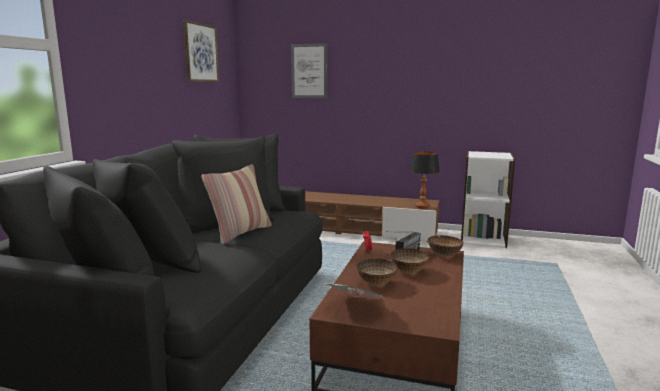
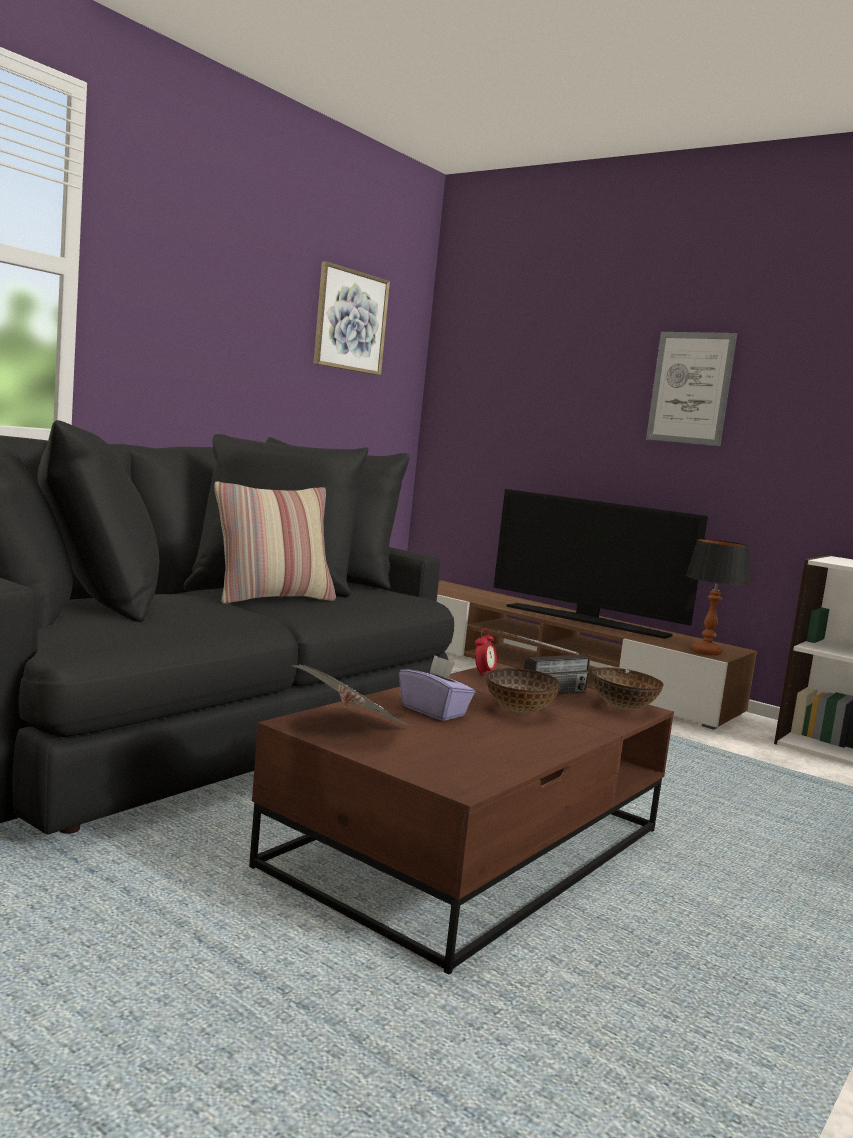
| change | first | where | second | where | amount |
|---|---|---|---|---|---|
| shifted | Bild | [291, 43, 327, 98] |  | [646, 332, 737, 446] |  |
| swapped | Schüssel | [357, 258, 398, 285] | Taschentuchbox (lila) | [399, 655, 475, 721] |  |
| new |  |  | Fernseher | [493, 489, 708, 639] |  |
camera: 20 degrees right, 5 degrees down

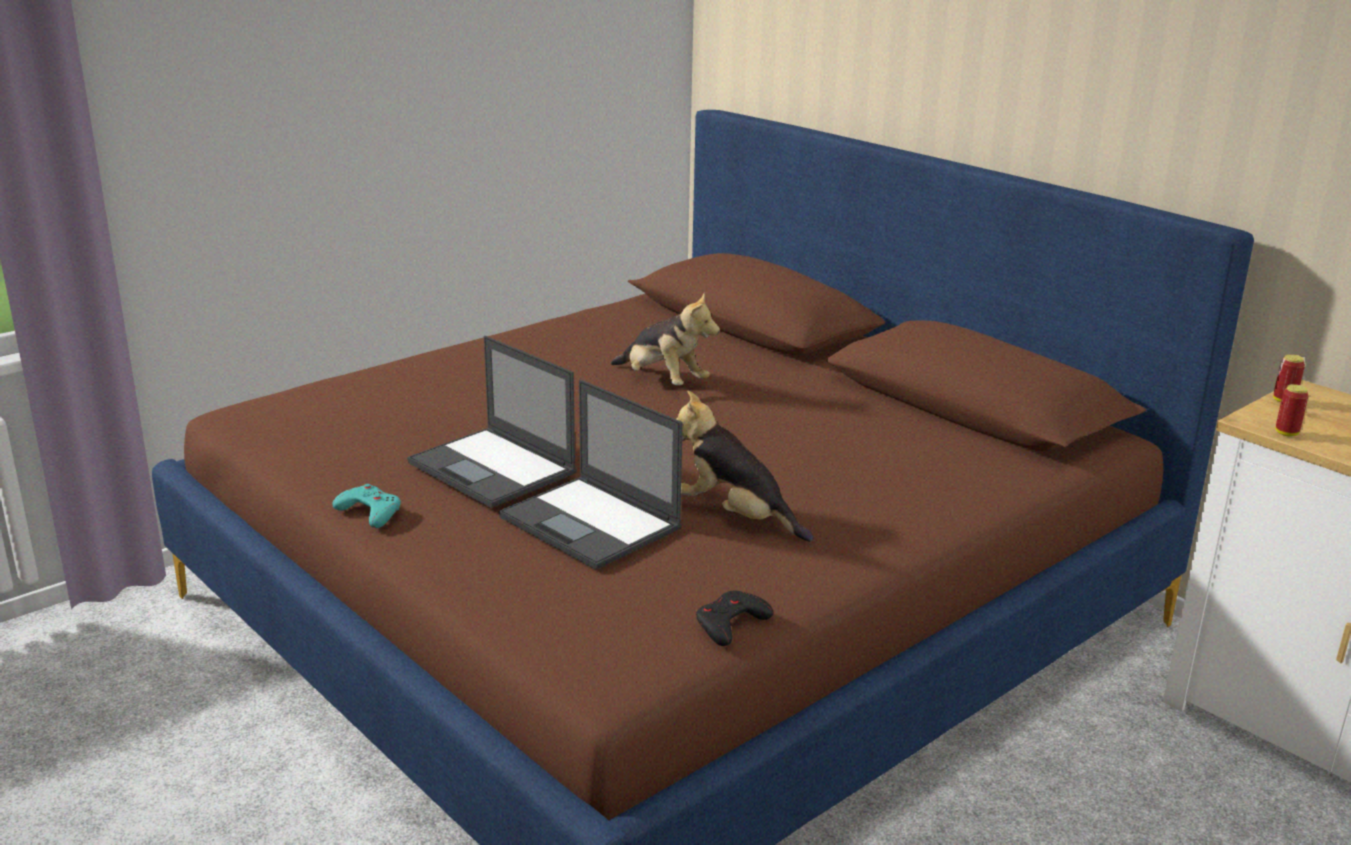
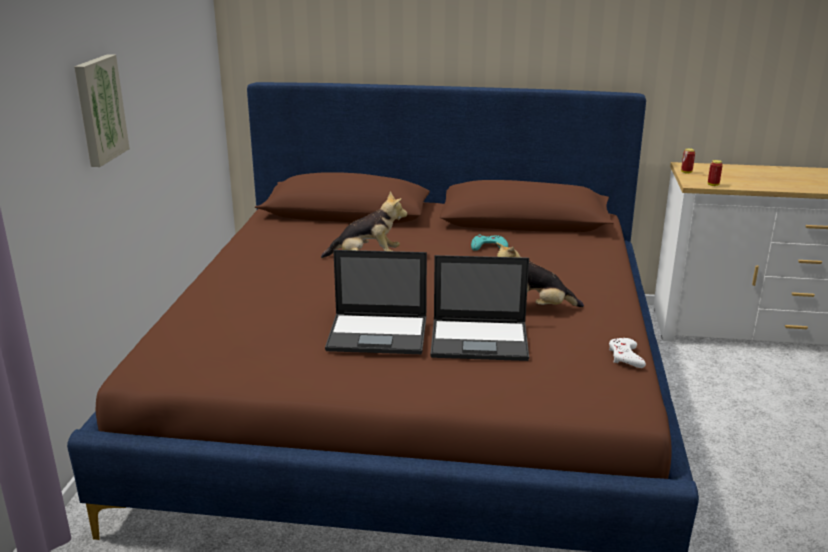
| change | first | where | second | where | amount |
|---|---|---|---|---|---|
| shifted | Gamepad (türkis) | [332, 484, 401, 528] |  | [471, 234, 508, 251] |  |
| repainted | Gamepad (schwarz) | [696, 591, 773, 646] | Gamepad (weiß) | [609, 338, 646, 368] |  |
| new |  |  | Bild | [74, 54, 130, 167] |  |
camera: 40 degrees left, 0 degrees up

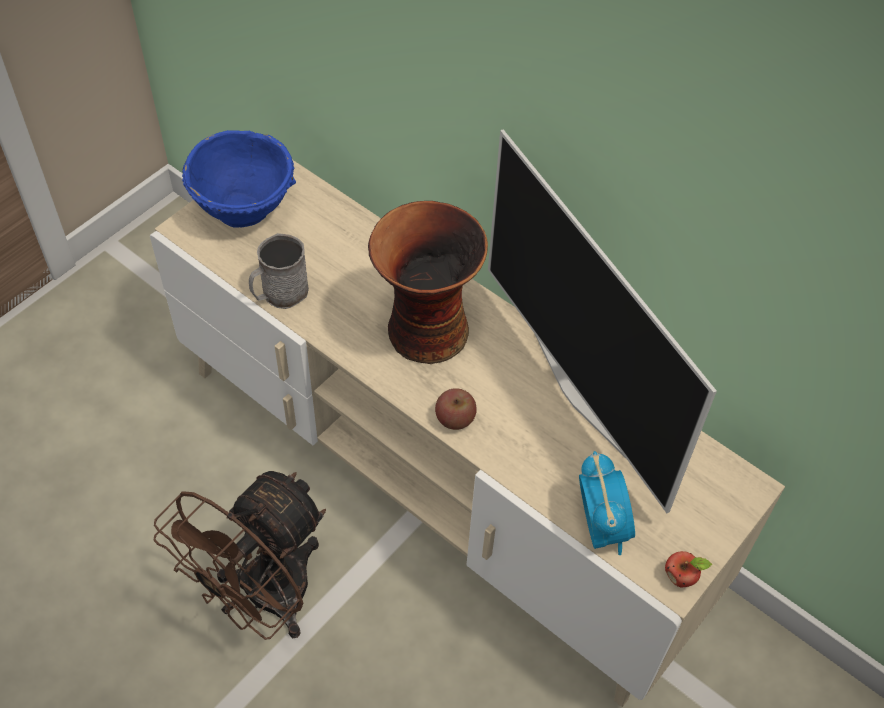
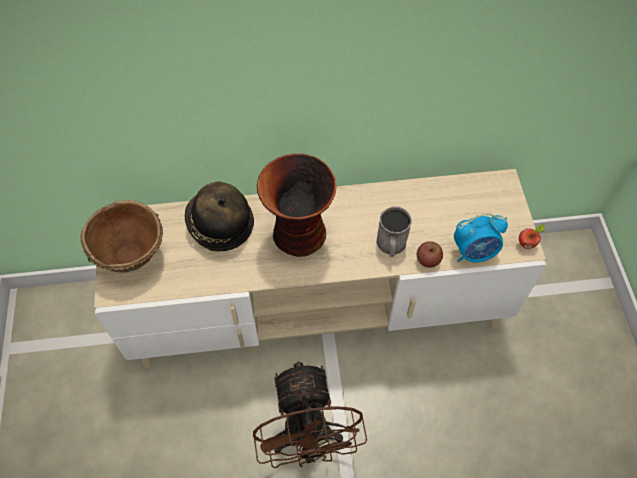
| change | first | where | second | where | amount |
|---|---|---|---|---|---|
| gone | Fernseher | [488, 129, 717, 513] |  |  |  |
| repainted | Schüssel (blau) | [182, 130, 296, 228] | Schüssel (braun) | [80, 200, 163, 273] |  |
| shifted | Henkelbecher (grau) | [249, 233, 309, 309] |  | [377, 207, 412, 257] |  |
| shifted | Apfel | [435, 388, 477, 430] |  | [417, 241, 443, 268] |  |
| rotated | Wecker | [579, 451, 635, 555] |  | [454, 213, 508, 262] | 135 degrees clockwise |
| new |  |  | Hut | [185, 182, 254, 252] |  |
camera: 45 degrees left, 5 degrees up

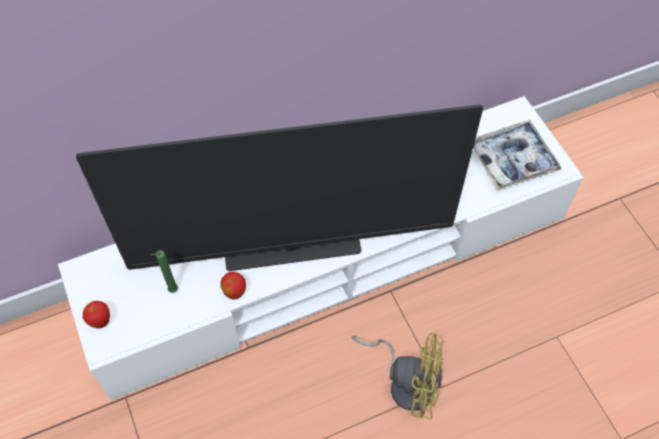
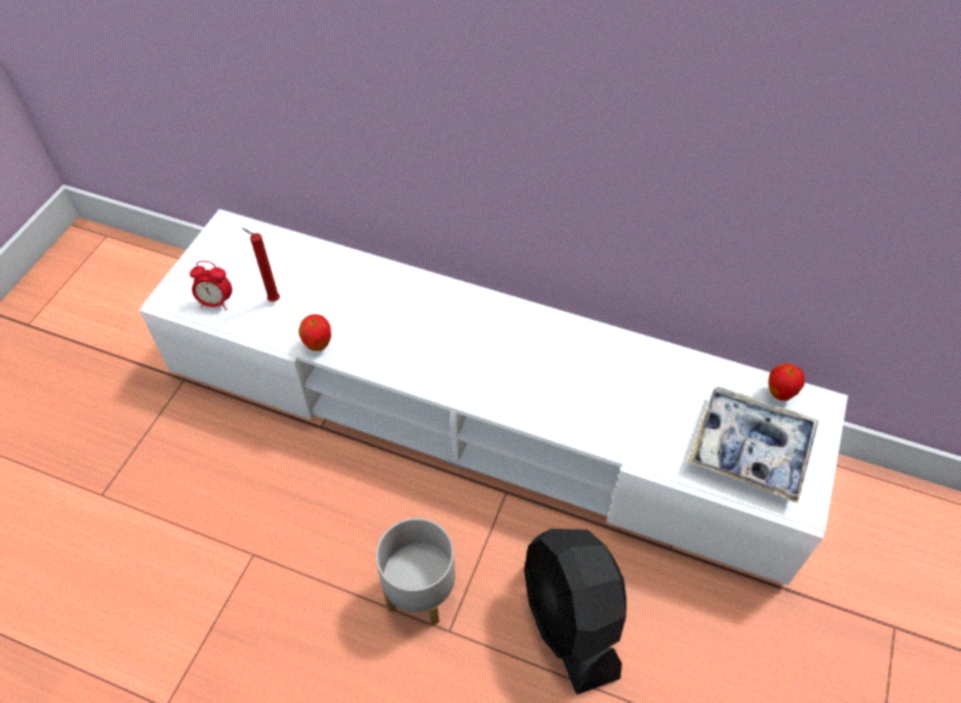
| change | first | where | second | where | amount |
|---|---|---|---|---|---|
| gone | Fernseher | [76, 104, 483, 271] |  |  |  |
| repainted | Kerze (grün) | [150, 250, 178, 293] | Kerze (rot) | [242, 228, 280, 302] |  |
| shifted | Apfel | [83, 301, 110, 329] |  | [769, 363, 805, 401] |  |
| swapped | Ventilator (gelb) | [352, 333, 444, 420] | Pflanzkübel (grau) | [376, 518, 455, 626] |  |
| new |  |  | Wecker | [190, 261, 232, 310] |  |
| new |  |  | Ventilator (schwarz) | [524, 529, 627, 695] |  |
camera: 45 degrees right, 5 degrees down

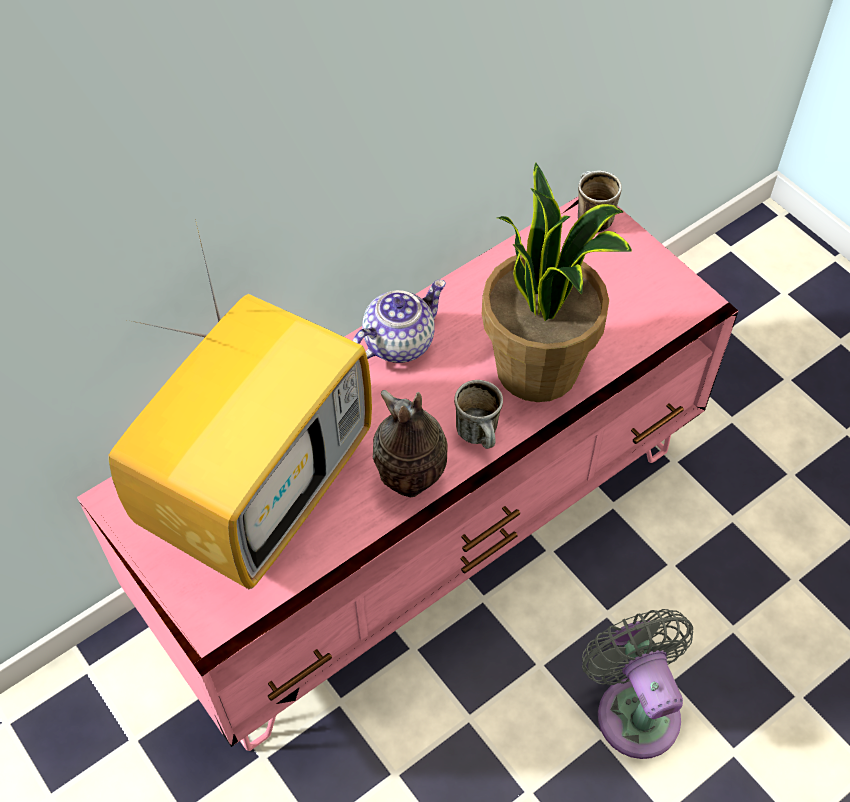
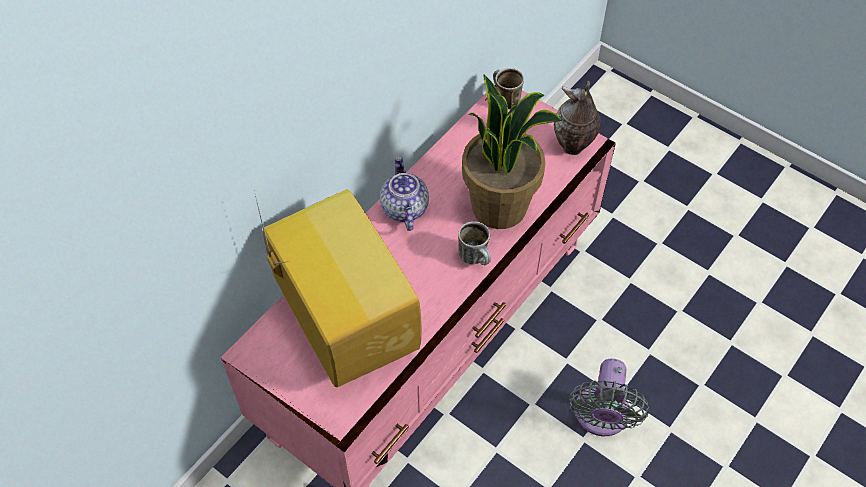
| change | first | where | second | where | amount |
|---|---|---|---|---|---|
| rotated | Fernseher | [108, 219, 372, 589] |  | [255, 189, 422, 387] | 45 degrees counterclockwise |
| rotated | Teekanne | [352, 279, 446, 363] |  | [380, 156, 429, 231] | 45 degrees counterclockwise |
| shifted | Vase | [373, 390, 448, 497] |  | [554, 81, 601, 155] |  |
| rotated | Ventilator (grau) | [582, 609, 693, 759] |  | [569, 359, 649, 436] | 135 degrees counterclockwise |
camera: 15 degrees left, 0 degrees up

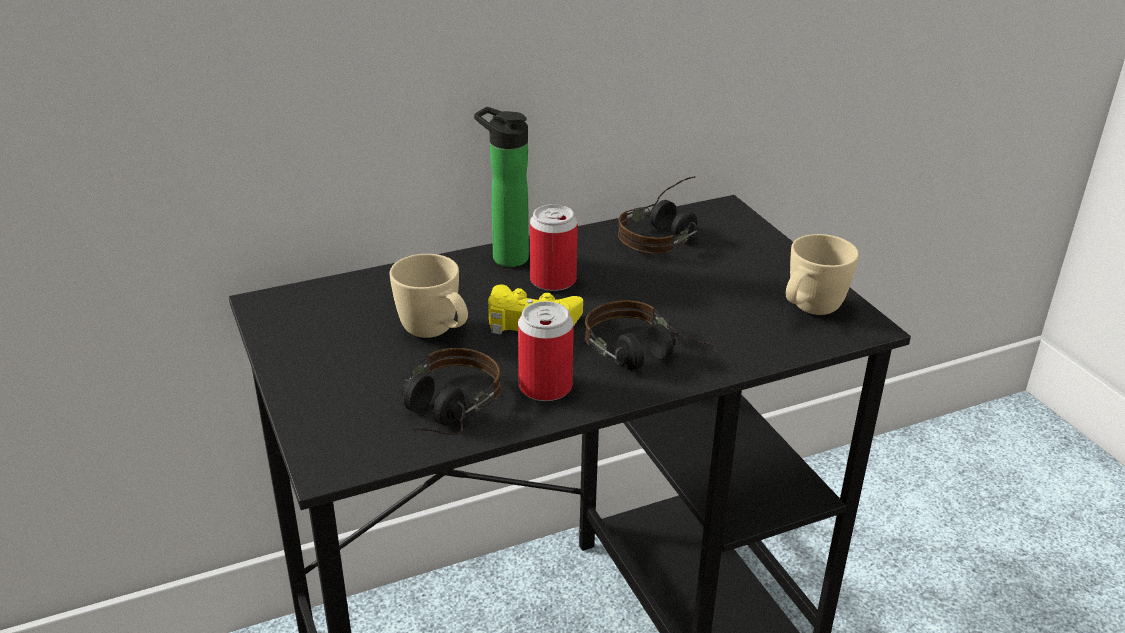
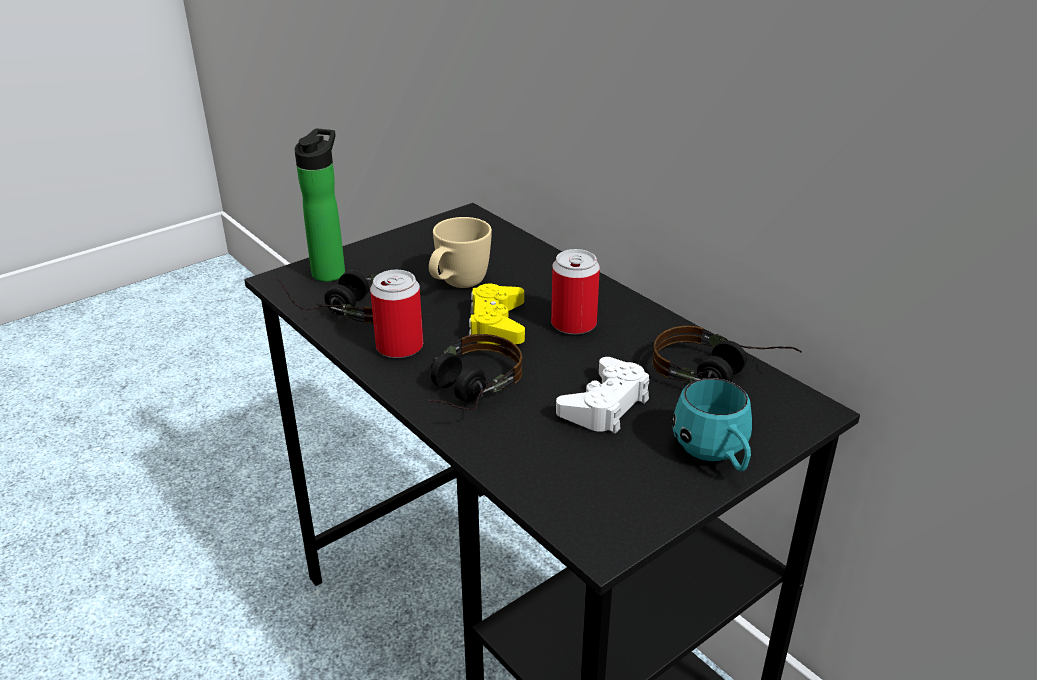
| change | first | where | second | where | amount |
|---|---|---|---|---|---|
| shifted | Flasche | [474, 107, 529, 267] |  | [294, 129, 345, 282] |  |
| gone | Henkelbecher (beige) | [786, 234, 859, 315] |  |  |  |
| new |  |  | Gamepad (weiß) | [556, 357, 649, 434] |  |
| new |  |  | Henkelbecher (türkis) | [672, 378, 752, 471] |  |
camera: 75 degrees right, 0 degrees up

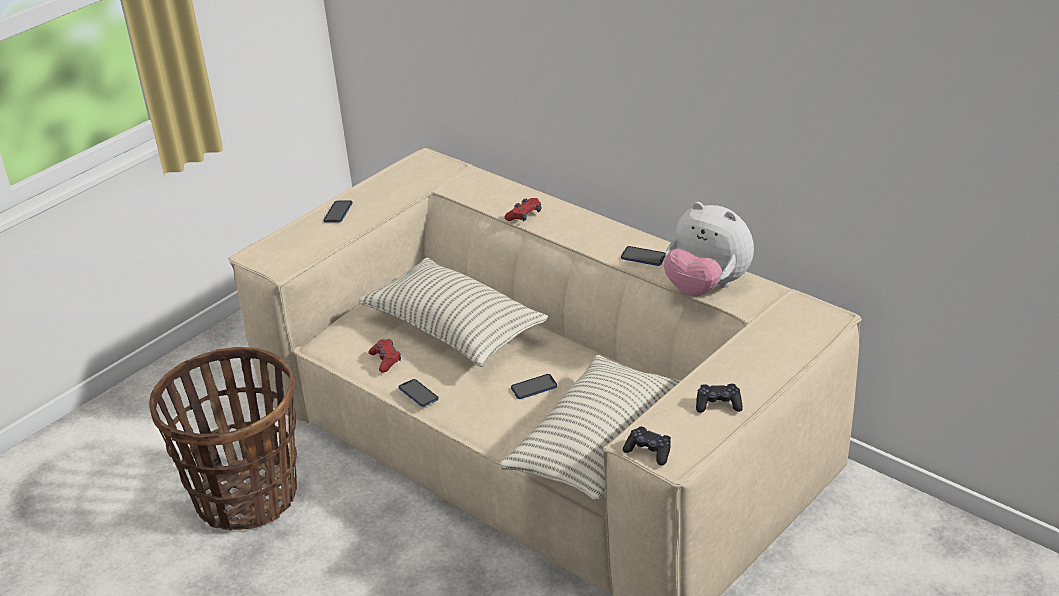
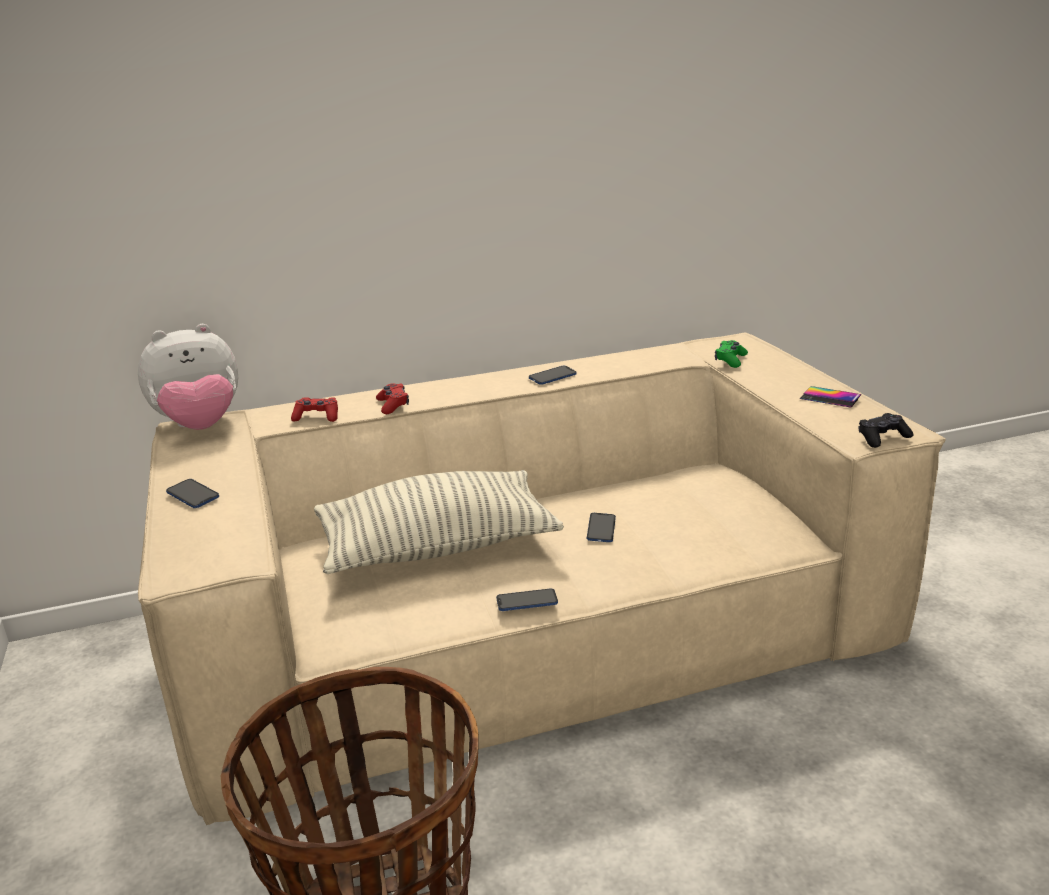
| change | first | where | second | where | amount |
|---|---|---|---|---|---|
| shifted | Plüschtier | [663, 202, 754, 296] |  | [138, 324, 238, 430] |  |
| shifted | Gamepad (rot) | [369, 339, 401, 373] |  | [291, 397, 338, 422] |  |
| gone | Kissen | [500, 355, 681, 500] |  |  |  |
| swapped | Gamepad (schwarz) | [696, 384, 743, 413] | Handy | [800, 386, 861, 408] |  |
| new |  |  | Gamepad (grün) | [715, 340, 748, 368] |  |
camera: 60 degrees left, 10 degrees down

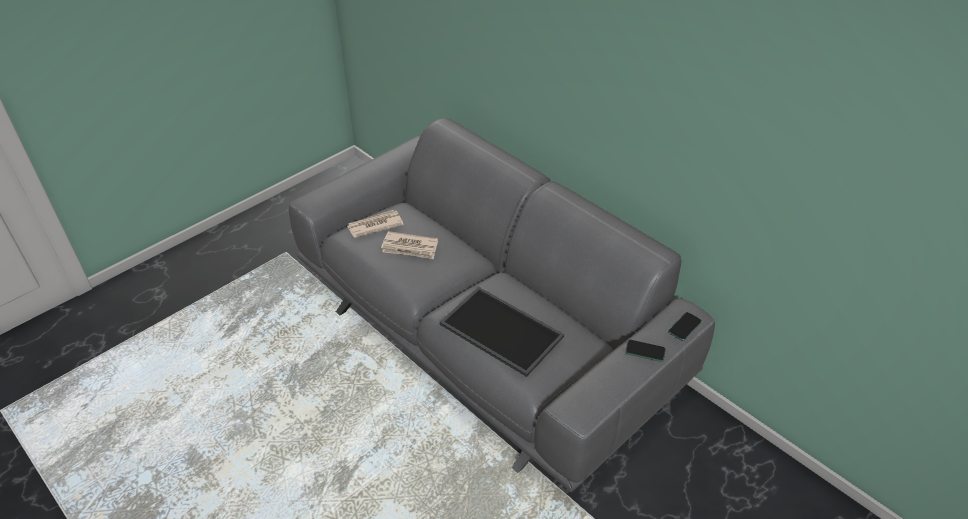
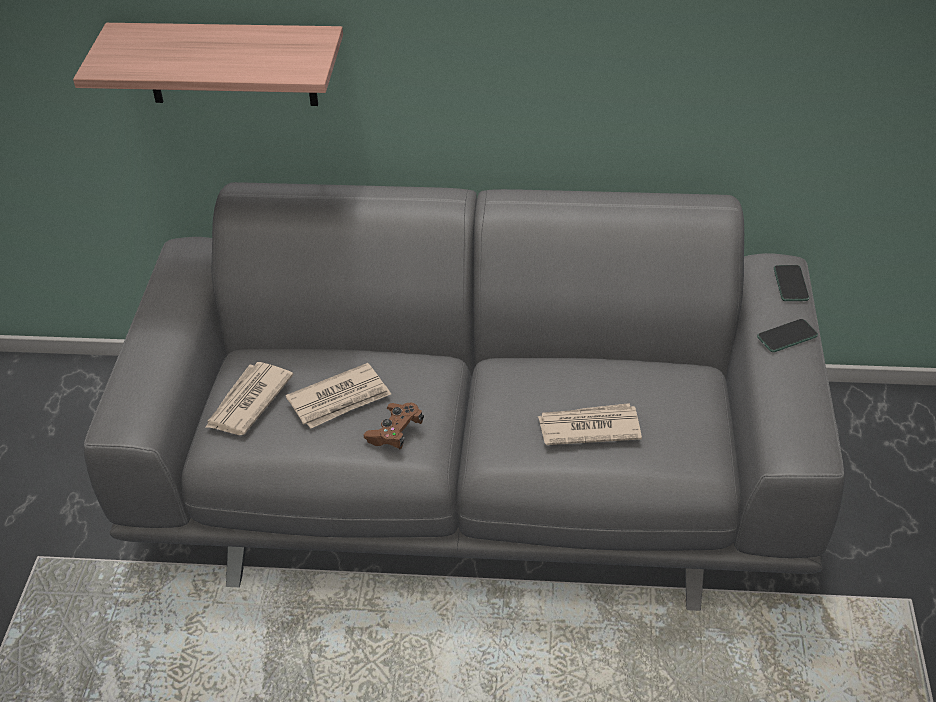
| change | first | where | second | where | amount |
|---|---|---|---|---|---|
| swapped | Tablett | [439, 287, 564, 377] | Zeitung | [538, 403, 642, 445] |  |
| new |  |  | Wandregal | [73, 23, 343, 106] |  |
| new |  |  | Gamepad (braun) | [364, 402, 424, 449] |  |
camera: 40 degrees left, 0 degrees up

